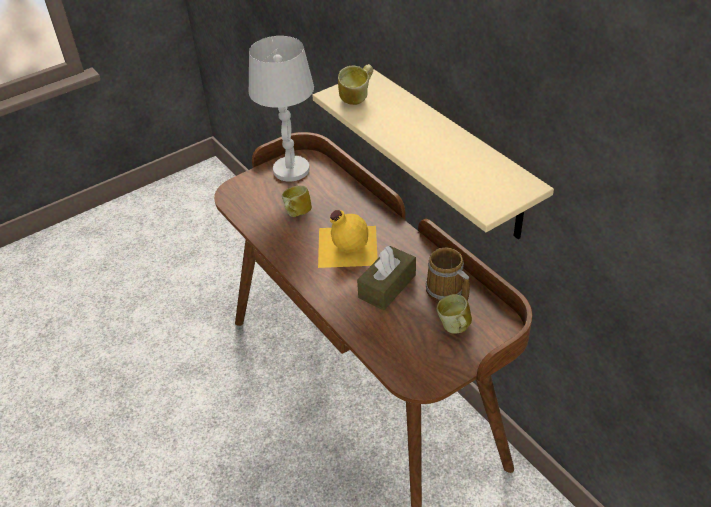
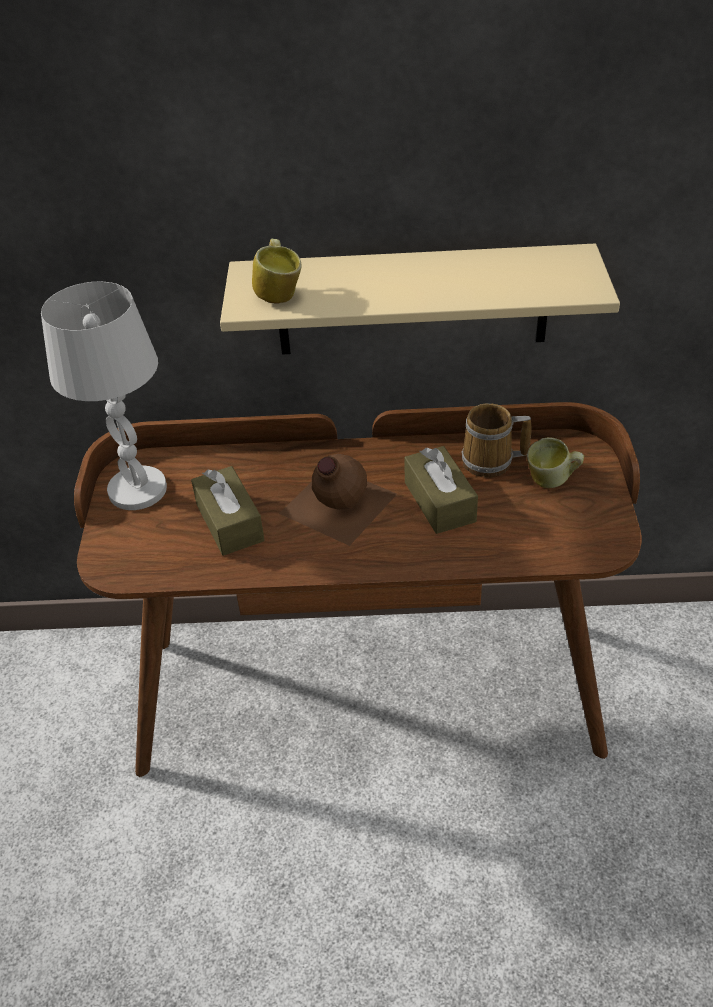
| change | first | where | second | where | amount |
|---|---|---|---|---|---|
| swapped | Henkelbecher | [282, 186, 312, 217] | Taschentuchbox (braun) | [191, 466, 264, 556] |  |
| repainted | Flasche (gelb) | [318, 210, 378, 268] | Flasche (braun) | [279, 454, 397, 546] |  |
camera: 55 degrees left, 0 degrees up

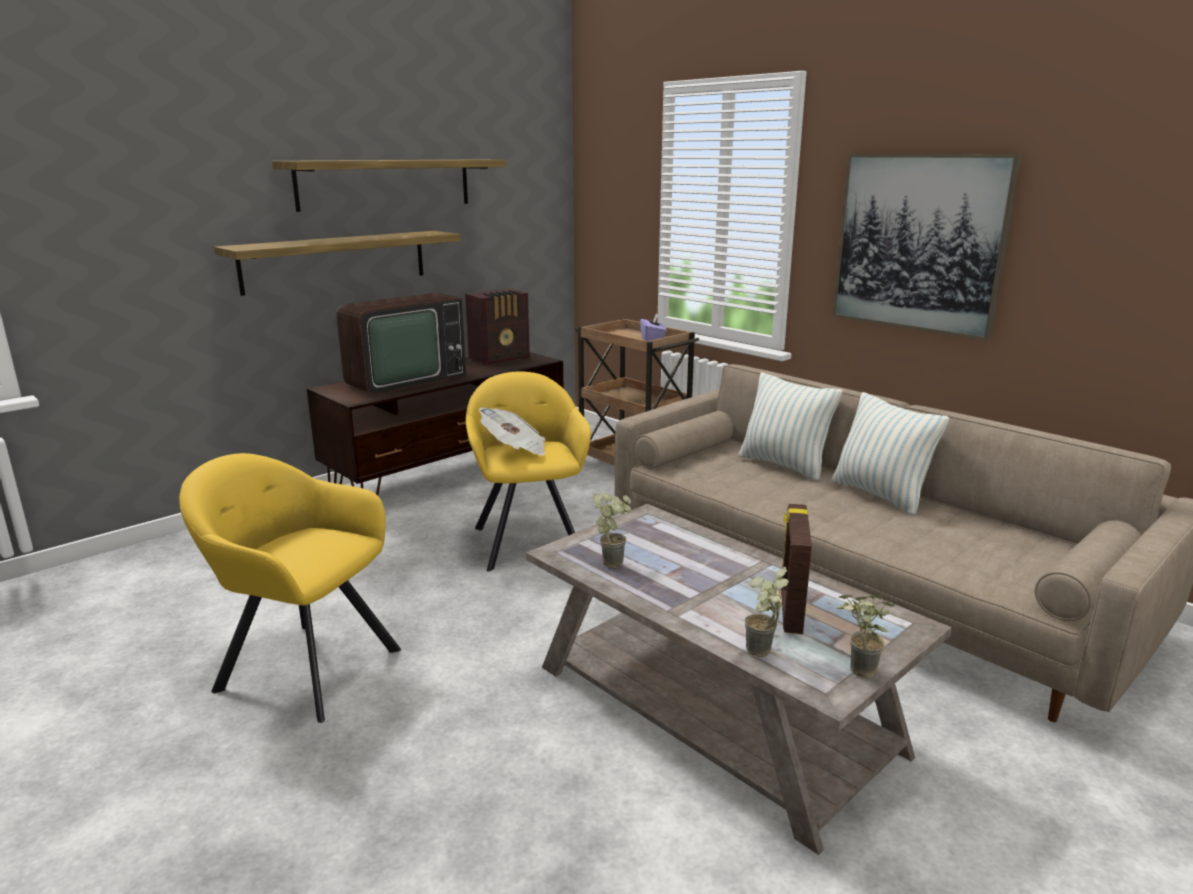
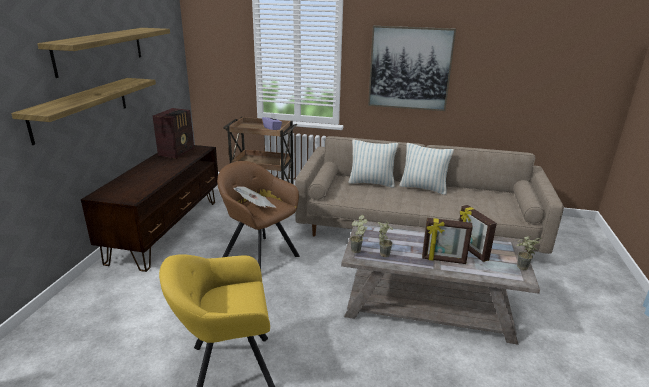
| change | first | where | second | where | amount |
|---|---|---|---|---|---|
| gone | Fernseher | [337, 293, 466, 394] |  |  |  |
| repainted | Sessel (gelb) | [466, 371, 591, 571] | Sessel (braun) | [217, 161, 300, 269] |  |
| shifted | Topfpflanze | [744, 567, 789, 657] |  | [350, 215, 368, 253] |  |
| new |  |  | Bilderrahmen | [422, 218, 473, 264] |  |
camera: 35 degrees left, 5 degrees up

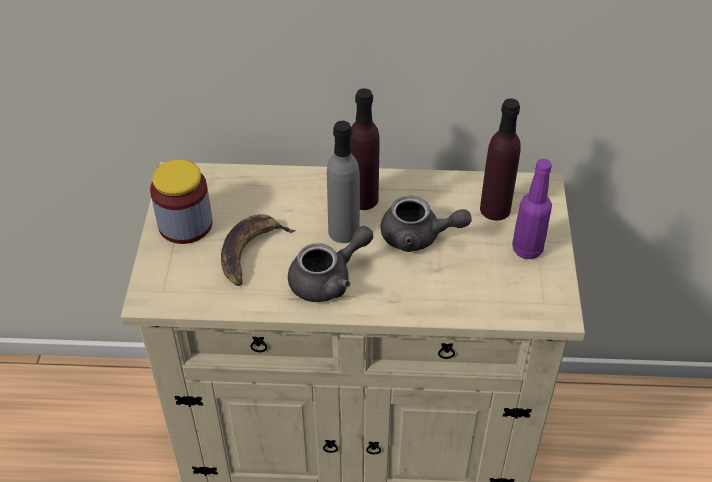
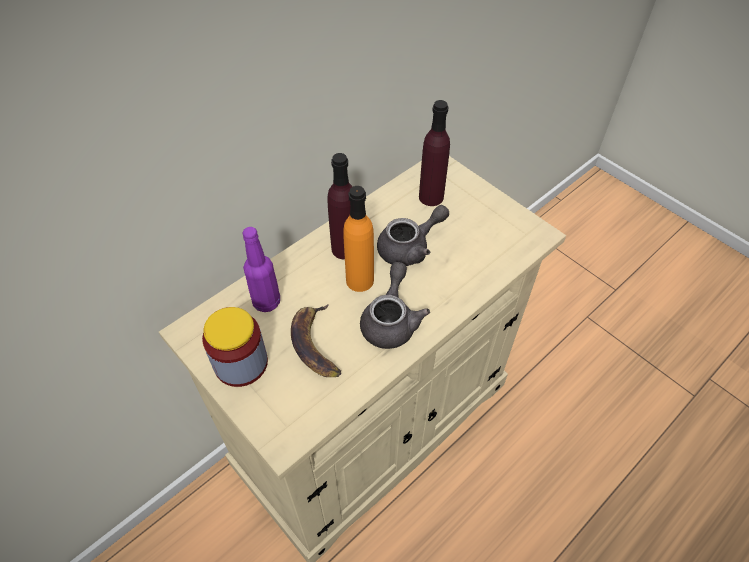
| change | first | where | second | where | amount |
|---|---|---|---|---|---|
| repainted | Flasche (grau) | [327, 121, 360, 243] | Flasche (orange) | [343, 186, 374, 292] |  |
| shifted | Flasche (lila) | [512, 159, 552, 259] |  | [243, 227, 280, 312] |  |
camera: 45 degrees left, 5 degrees up

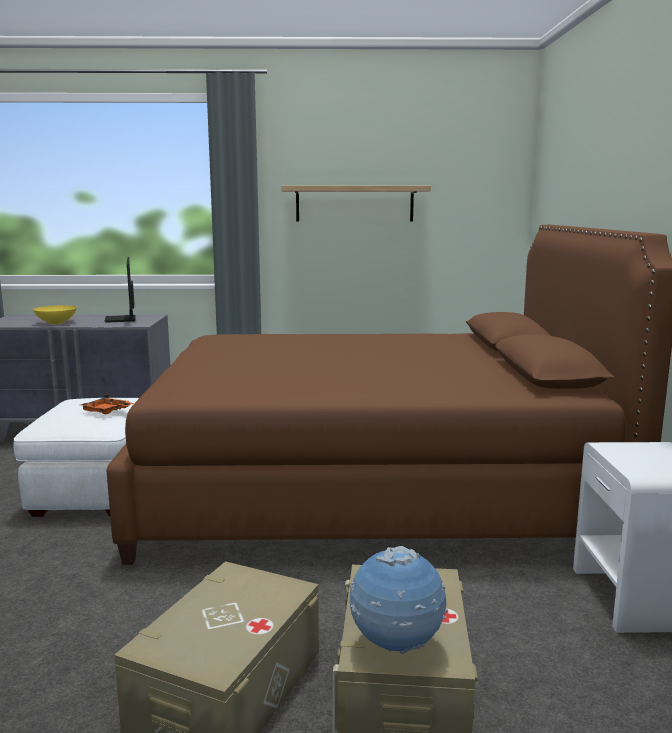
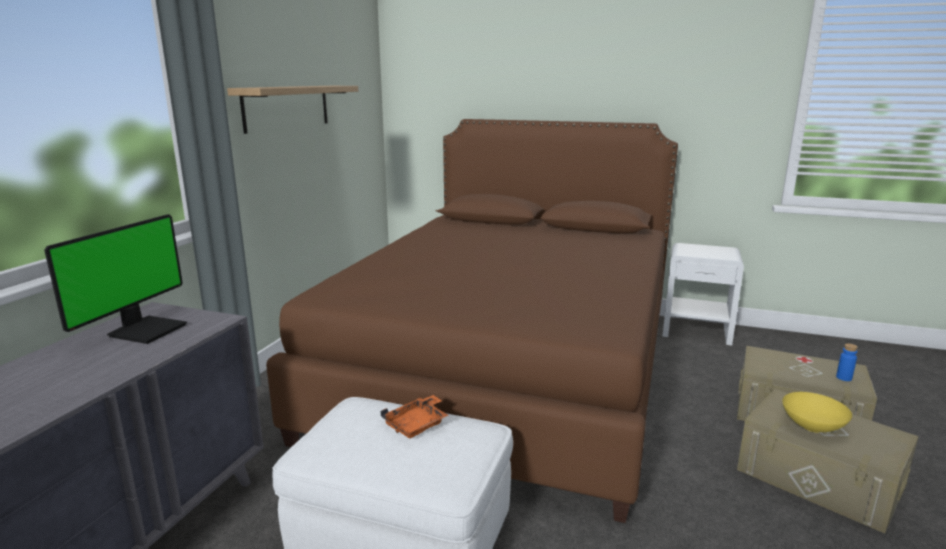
| change | first | where | second | where | amount |
|---|---|---|---|---|---|
| rotated | Monitor | [105, 257, 136, 323] |  | [44, 214, 187, 344] | 75 degrees counterclockwise |
| shifted | Schüssel (gelb) | [33, 305, 77, 324] |  | [782, 392, 852, 432] |  |
| swapped | Globus | [349, 546, 447, 654] | Flasche (blau) | [836, 343, 858, 381] |  |
camera: 70 degrees left, 5 degrees up

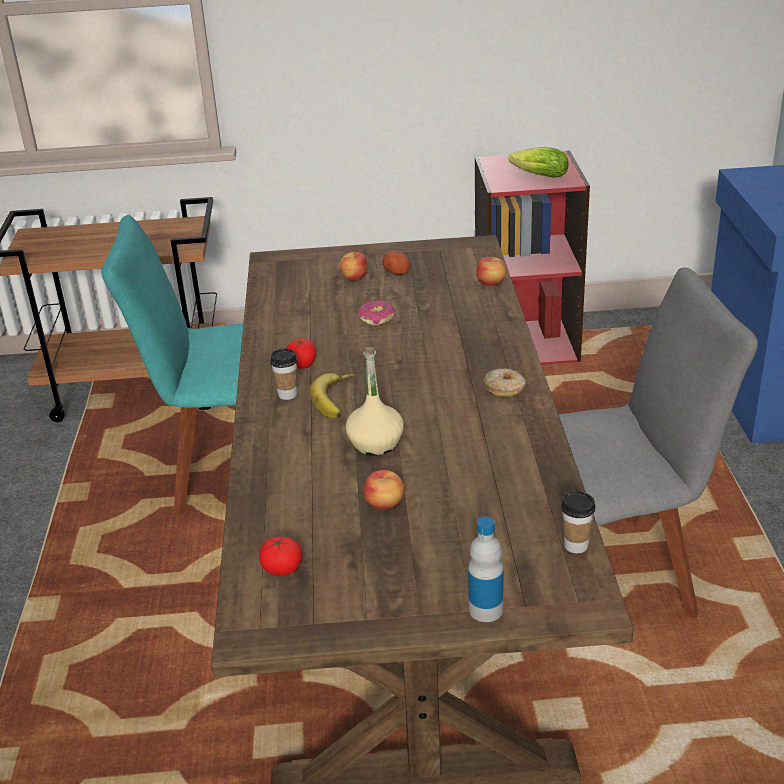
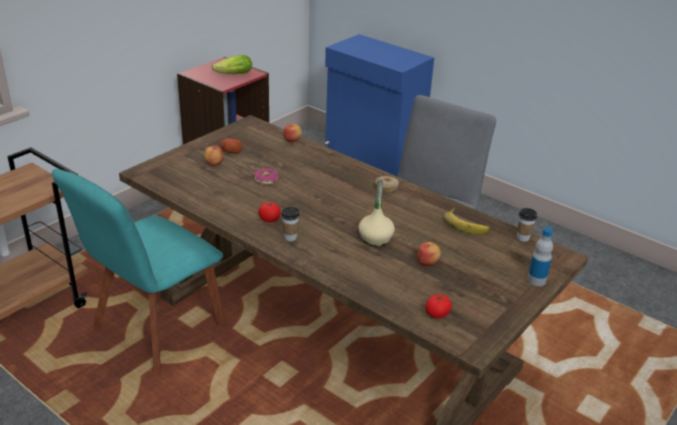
| change | first | where | second | where | amount |
|---|---|---|---|---|---|
| shifted | Banane | [310, 373, 355, 418] |  | [444, 208, 490, 234] |  |
camera: 50 degrees left, 0 degrees up

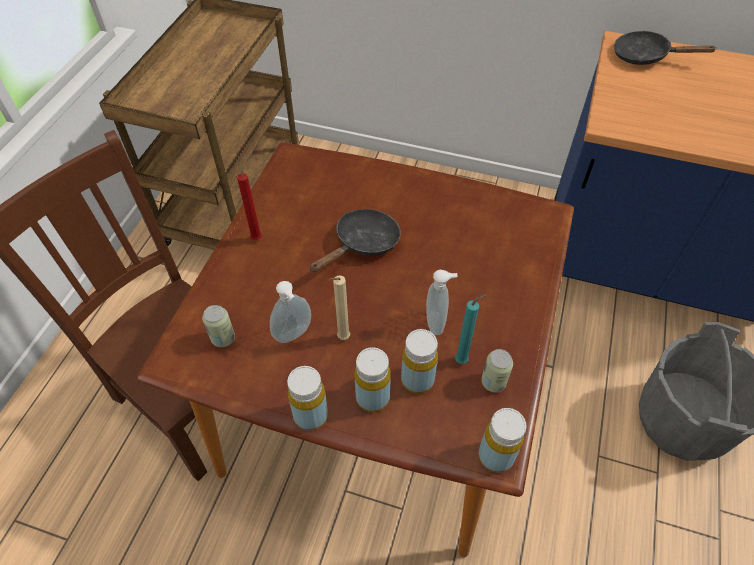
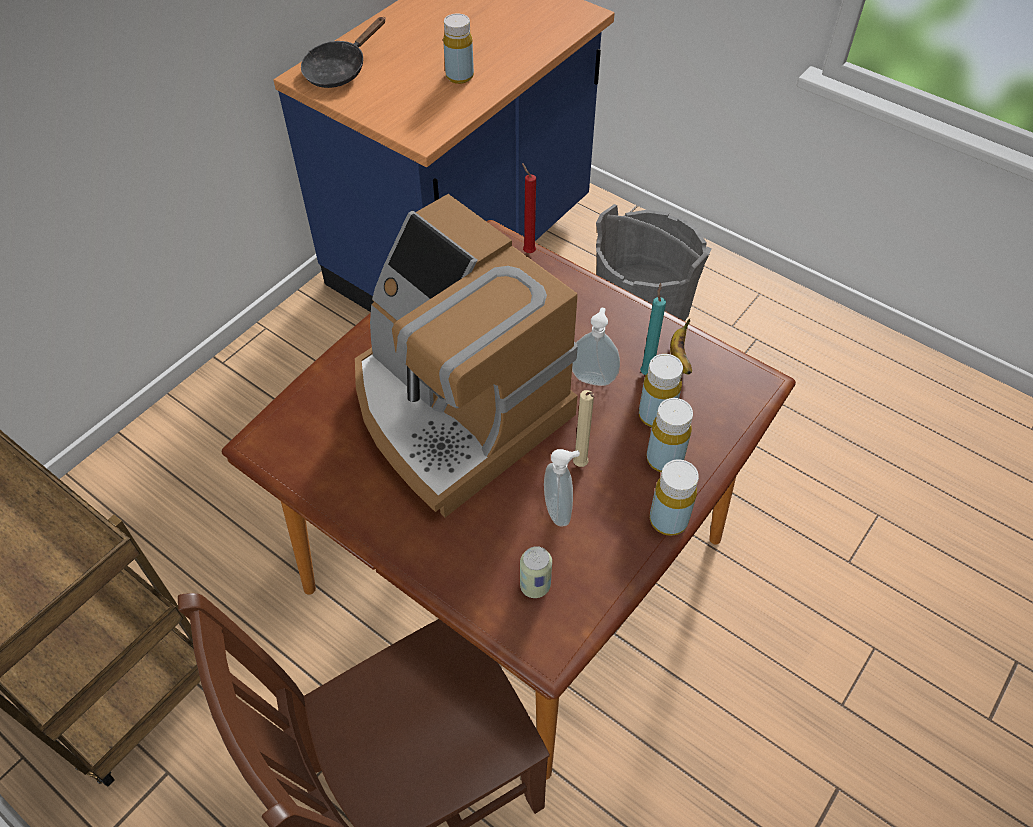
| change | first | where | second | where | amount |
|---|---|---|---|---|---|
| shifted | Kerze (rot) | [237, 162, 262, 240] |  | [522, 163, 536, 253] |  |
| swapped | Pfanne (schwarz) | [309, 209, 401, 272] | Kaffeemaschine | [355, 194, 578, 517] |  |
| swapped | Dose | [481, 349, 513, 393] | Banane | [670, 318, 692, 374] |  |
| shifted | Flasche (gelb) | [479, 408, 526, 473] |  | [443, 13, 474, 84] |  |
camera: 70 degrees left, 0 degrees up

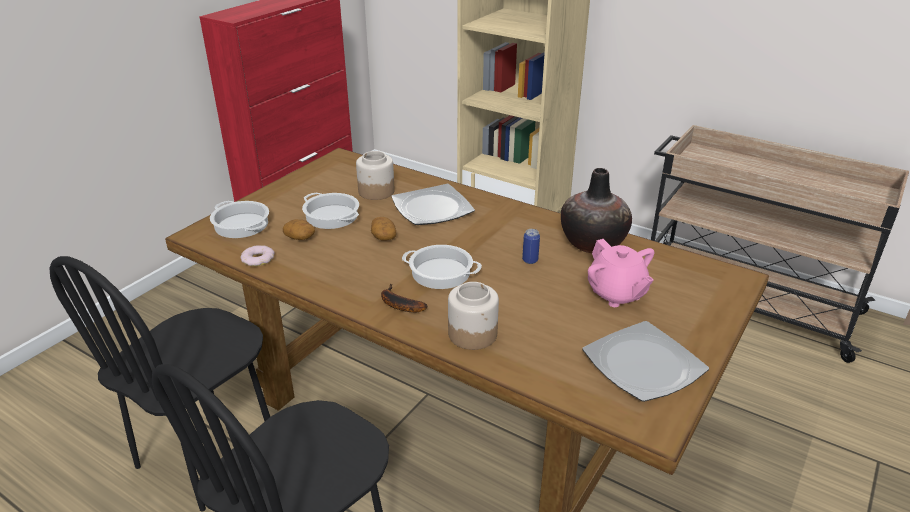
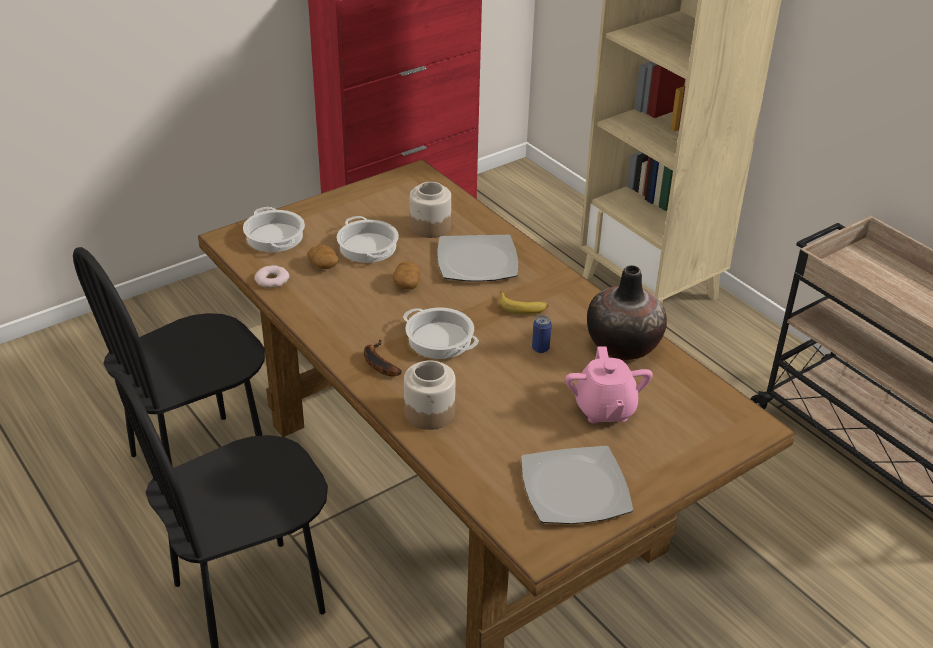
| change | first | where | second | where | amount |
|---|---|---|---|---|---|
| new |  |  | Banane | [500, 291, 549, 315] |  |
camera: 20 degrees right, 5 degrees up

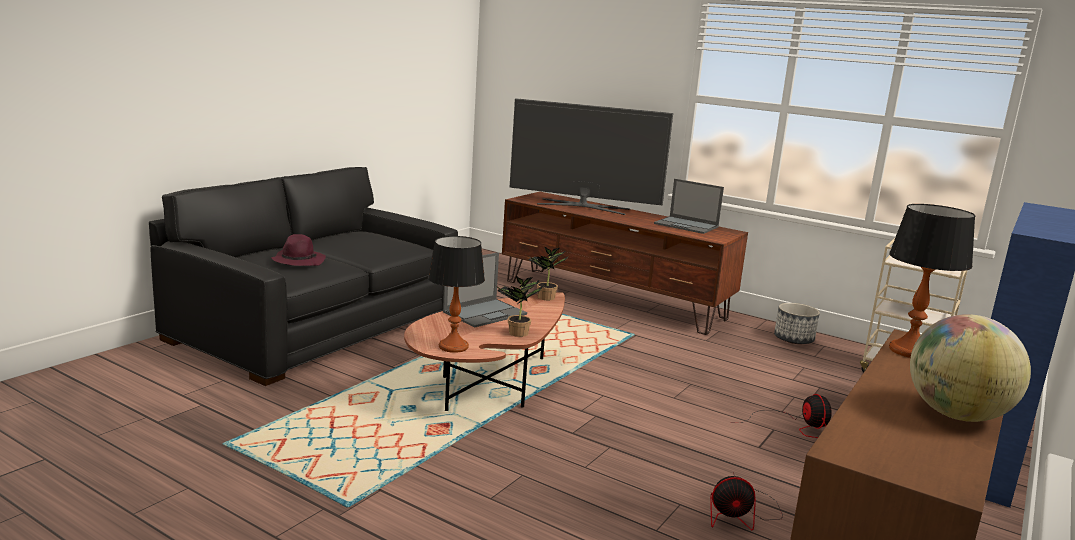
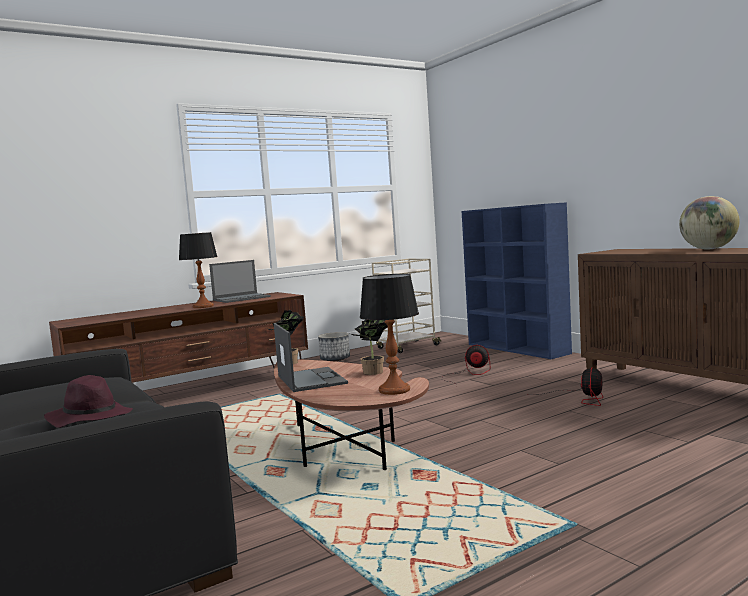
| change | first | where | second | where | amount |
|---|---|---|---|---|---|
| gone | Fernseher | [510, 98, 673, 215] |  |  |  |
| shifted | Tischlampe | [889, 204, 976, 358] |  | [179, 232, 218, 308] |  |
camera: 65 degrees left, 10 degrees down

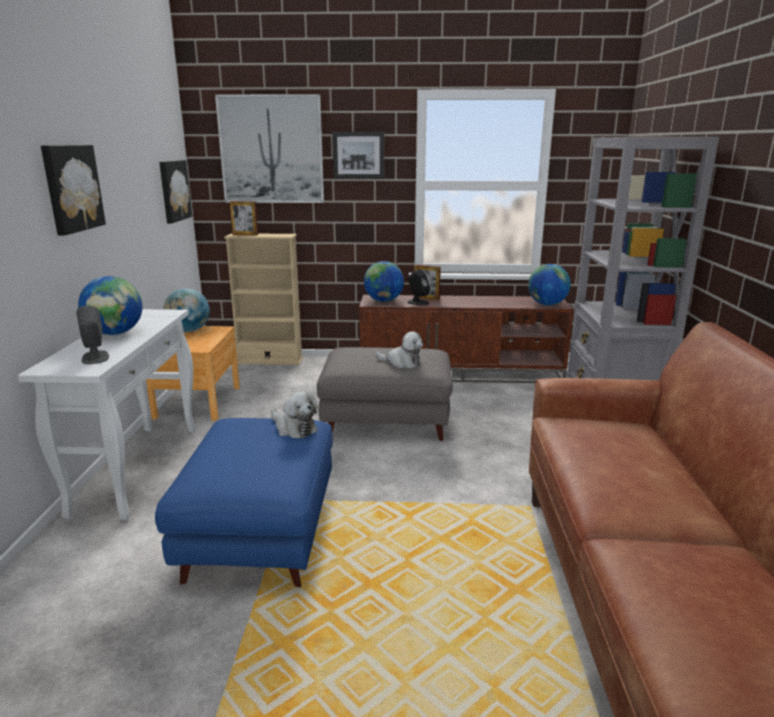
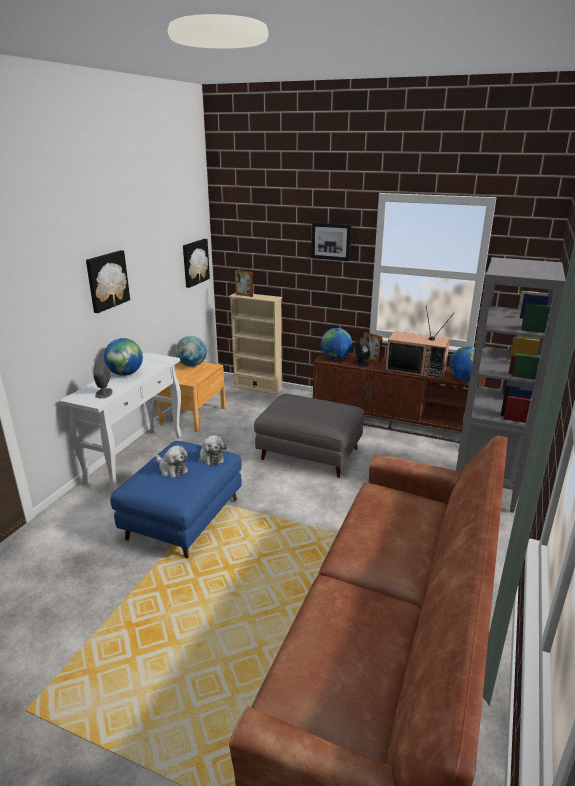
| change | first | where | second | where | amount |
|---|---|---|---|---|---|
| gone | Bild | [215, 94, 324, 203] |  |  |  |
| shifted | Plüschtier | [376, 331, 423, 368] |  | [156, 445, 188, 478] |  |
| new |  |  | Fernseher | [386, 306, 454, 379] |  |
camera: 20 degrees right, 5 degrees up

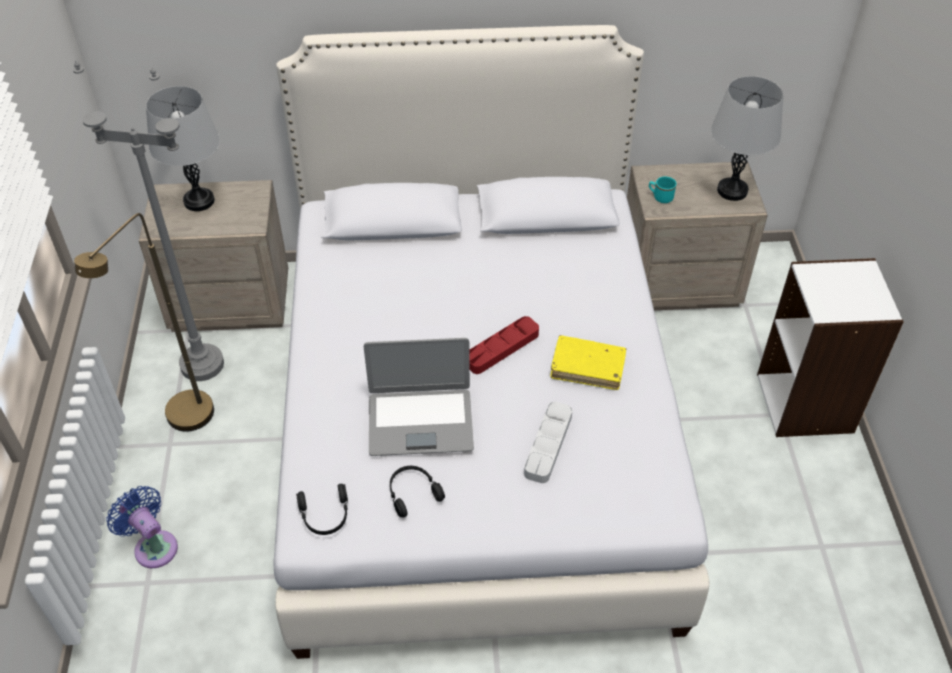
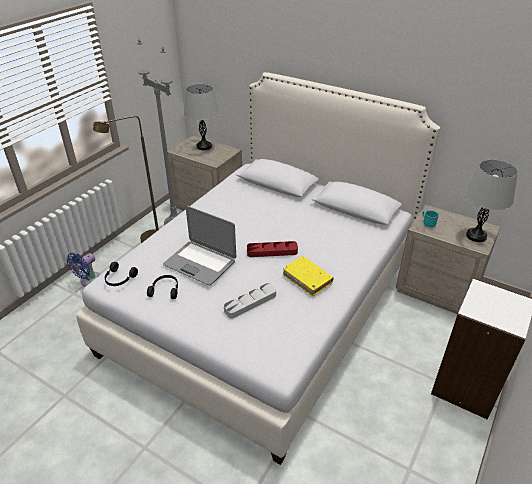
| change | first | where | second | where | amount |
|---|---|---|---|---|---|
| rotated | Ventilator (blau) | [106, 486, 178, 568] |  | [66, 253, 101, 287] | 135 degrees counterclockwise |
camera: 35 degrees right, 10 degrees down

